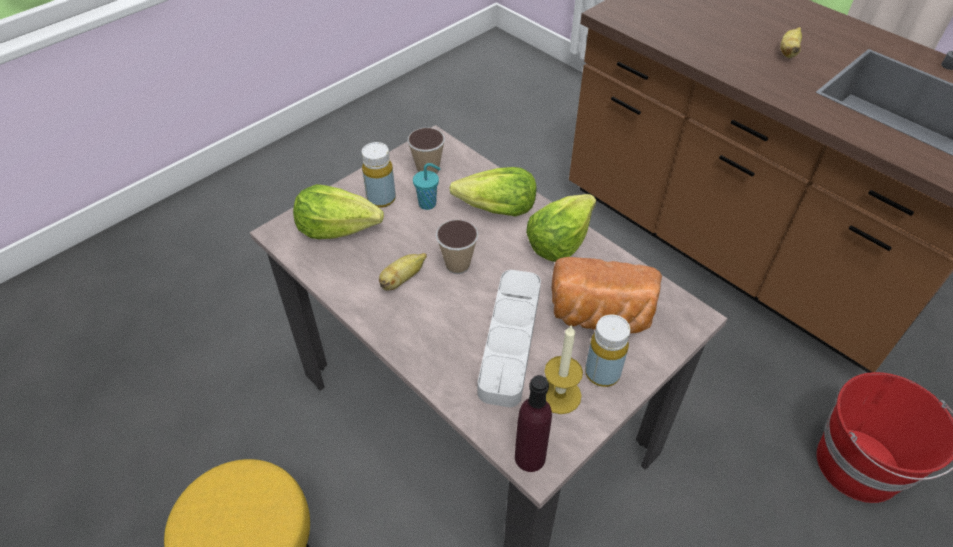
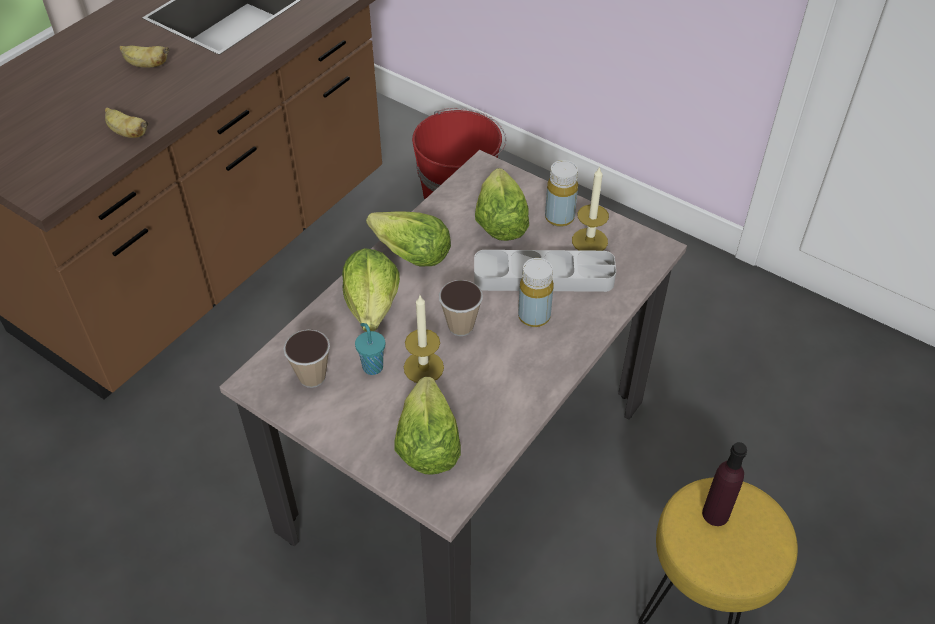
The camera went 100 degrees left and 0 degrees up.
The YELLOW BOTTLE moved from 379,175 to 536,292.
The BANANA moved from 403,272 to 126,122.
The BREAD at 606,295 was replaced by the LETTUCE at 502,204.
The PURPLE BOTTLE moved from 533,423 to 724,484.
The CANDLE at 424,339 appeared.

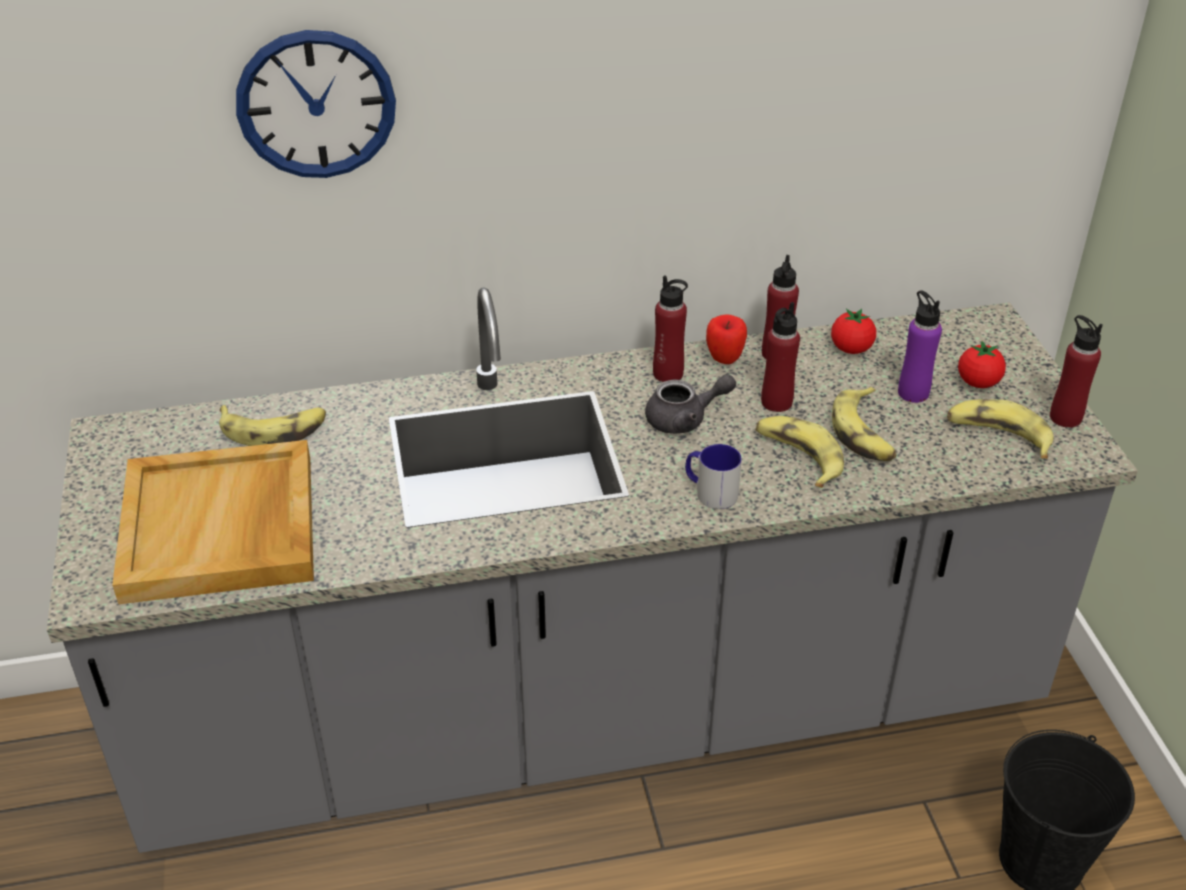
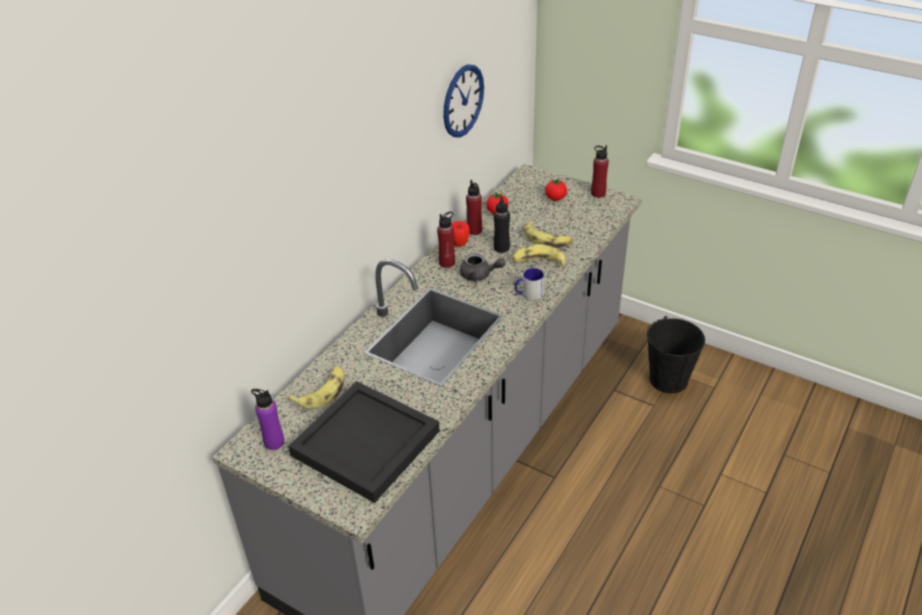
The camera went 45 degrees left and 0 degrees up.
The WALL CLOCK moved from 316,104 to 463,100.
The PURPLE BOTTLE moved from 920,346 to 267,419.
The RED BOTTLE at 780,357 became the BLACK BOTTLE at 502,224.
The GREY TEAPOT at 690,404 turned 75 degrees clockwise.
The BANANA at 1000,429 disappeared.
The BEIGE TRAY at 213,522 became the BLACK TRAY at 364,442.

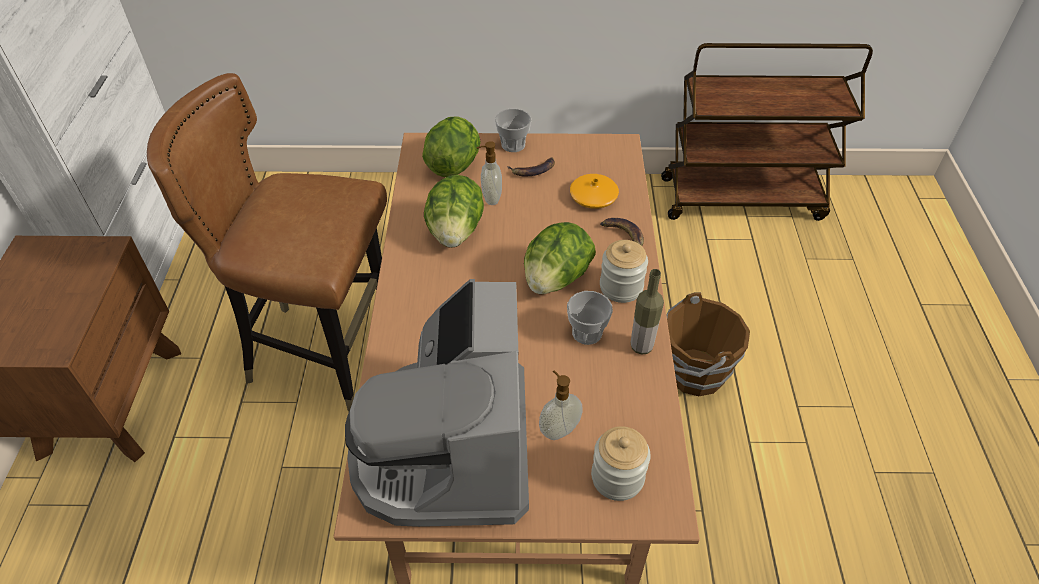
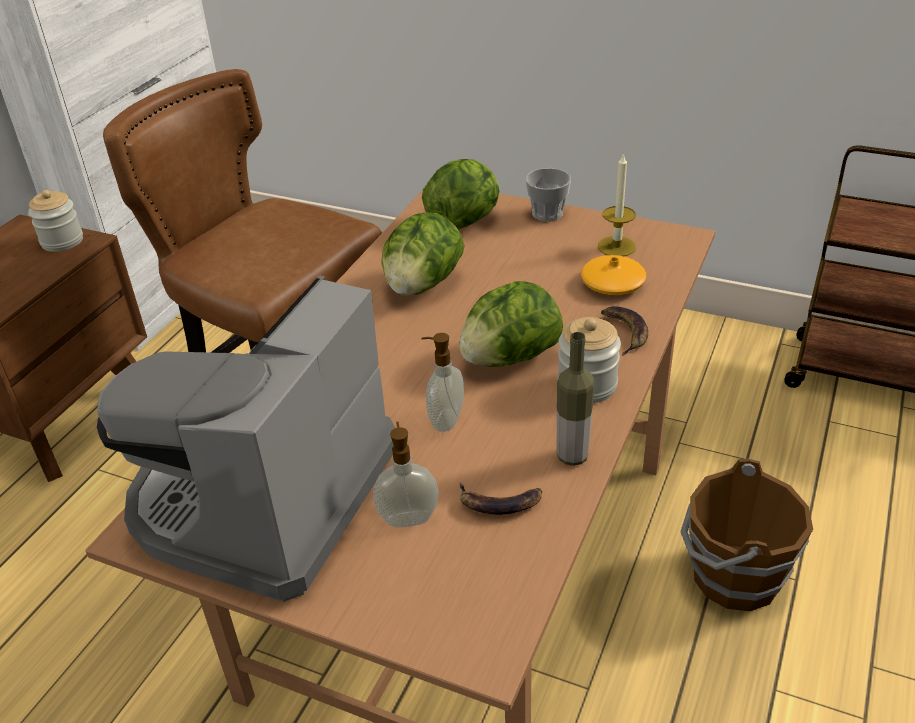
The camera went 25 degrees right and 10 degrees down.
The SOAP DISPENSER moved from 489,173 to 442,382.
The BANANA moved from 531,167 to 501,499.
The CUP at 590,318 disappeared.
The JAR moved from 621,463 to 55,221.
The CANDLE at 617,204 appeared.

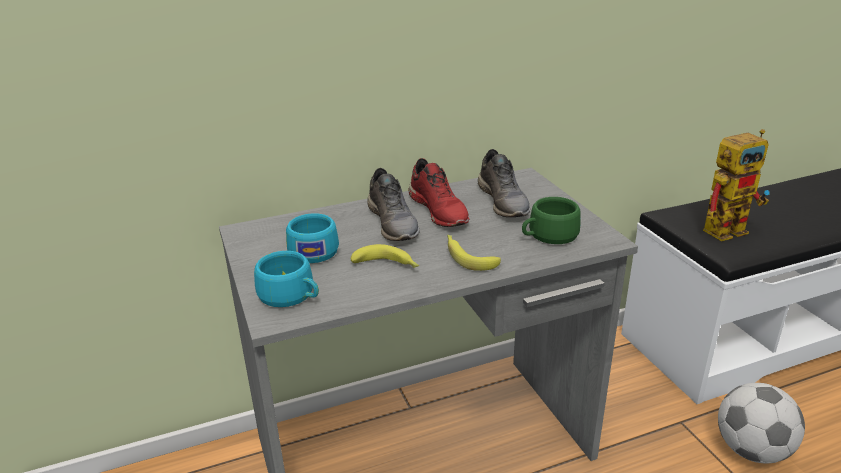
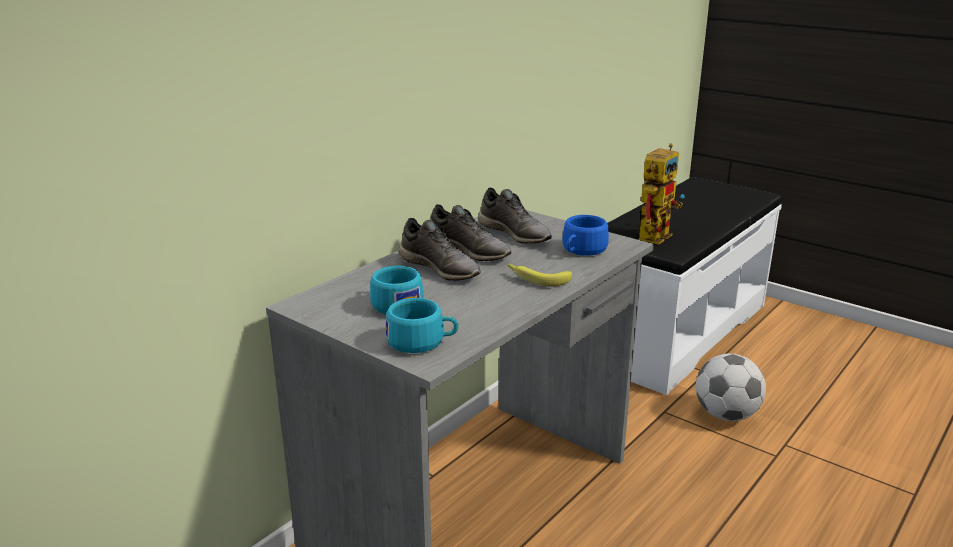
The camera went 30 degrees left and 5 degrees down.
The RED SHOE at 439,192 became the GREY SHOE at 471,232.
The GREEN CUP at 551,220 became the BLUE CUP at 585,235.
The BANANA at 385,256 disappeared.

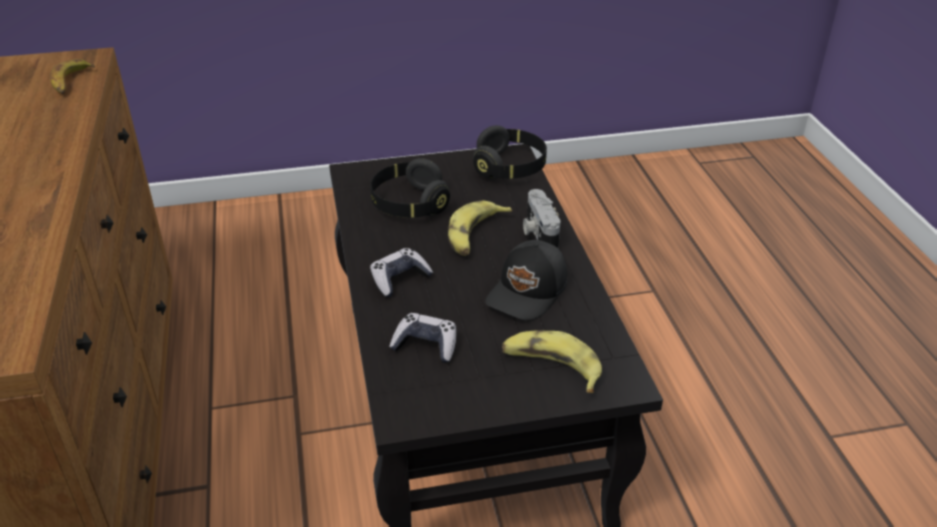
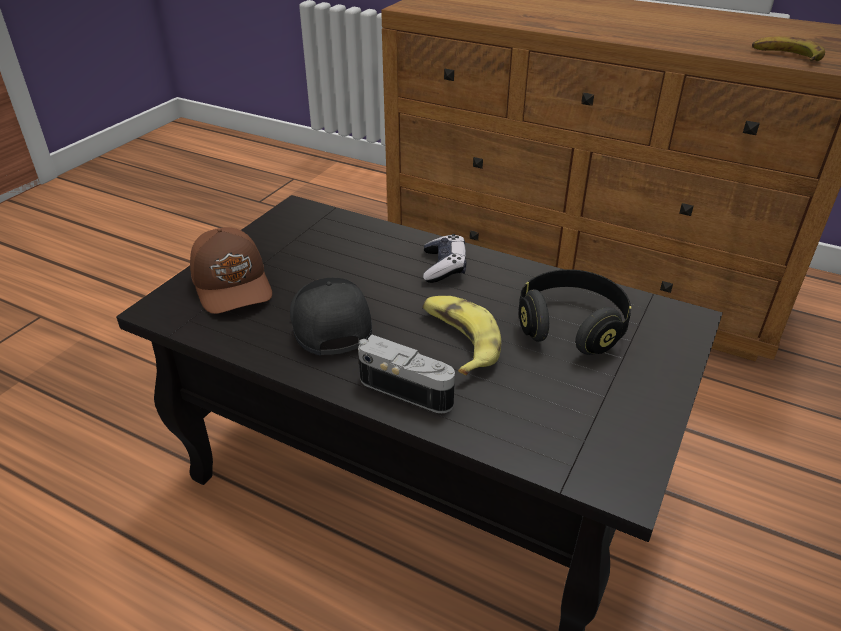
The camera went 130 degrees right and 0 degrees up.
The BLACK HEADPHONES at 510,152 disappeared.
The GAME CONTROLLER at 423,338 disappeared.
The BANANA at 552,361 was replaced by the BROWN CAP at 231,270.

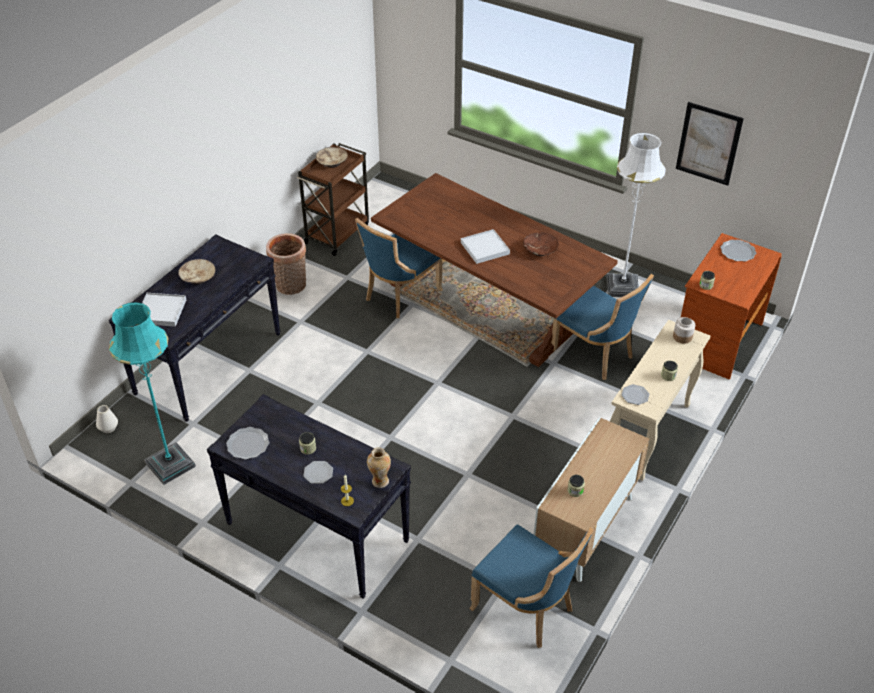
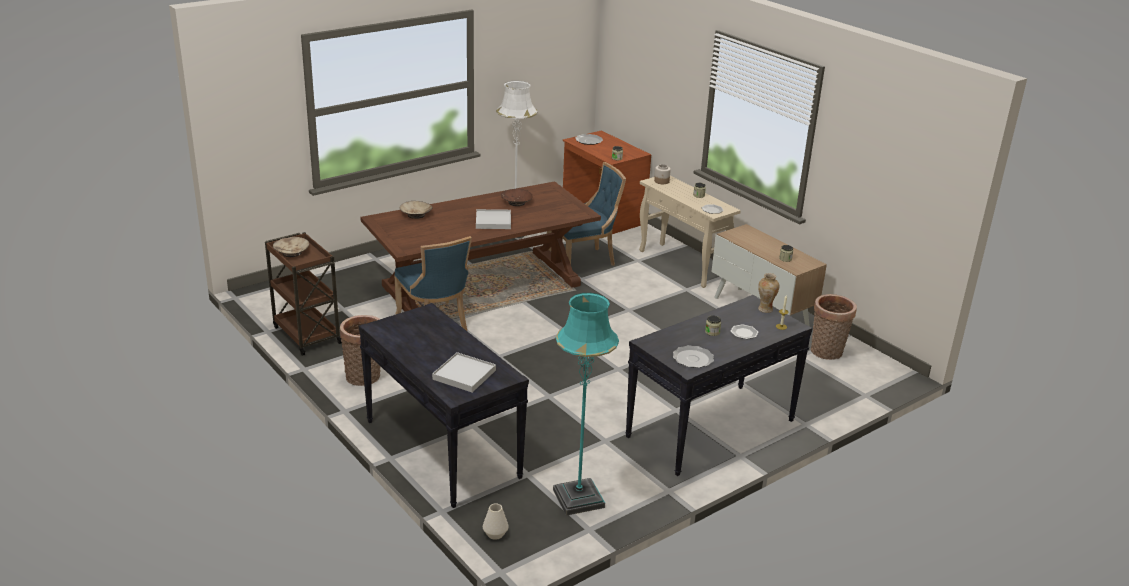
The camera went 70 degrees left and 15 degrees down.
The PICTURE at 710,144 disappeared.
The BEIGE BOWL moved from 197,272 to 416,210.
The BLUE CHAIR at 531,586 was replaced by the BASKET at 834,327.

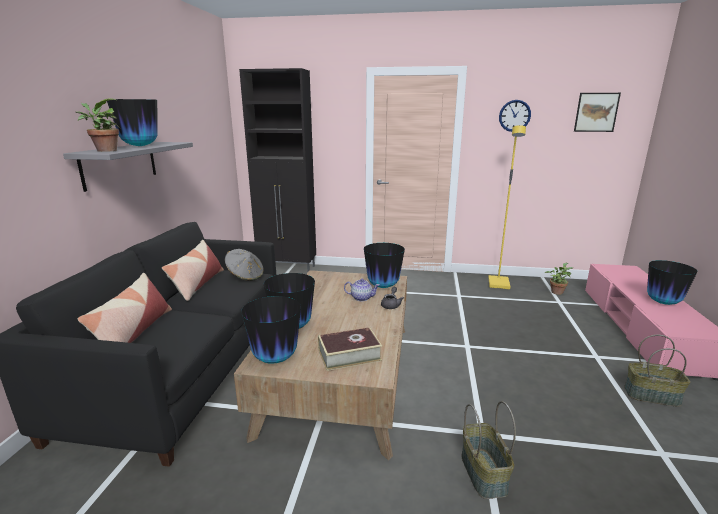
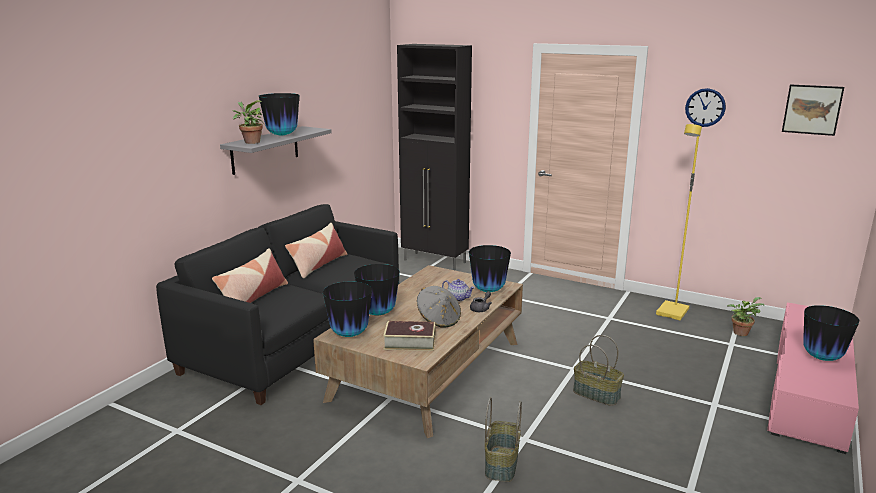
The camera went 20 degrees right and 0 degrees up.
The GREY HAT moved from 244,265 to 439,306.
The BASKET moved from 657,371 to 598,370.

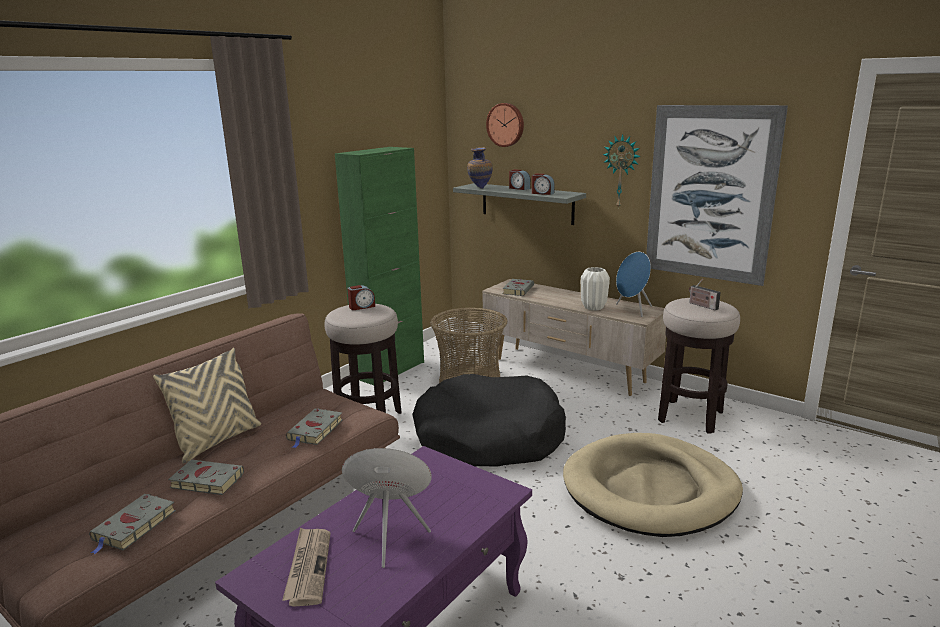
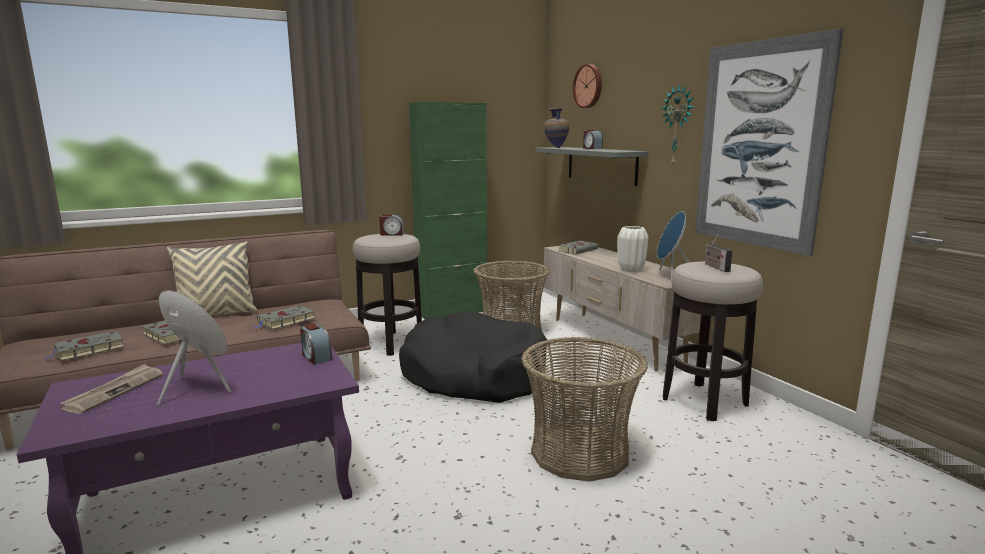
The camera went 25 degrees right and 5 degrees down.
The ALARM CLOCK moved from 543,184 to 316,344.
The BEIGE DOG BED at 653,485 was replaced by the BASKET at 584,409.

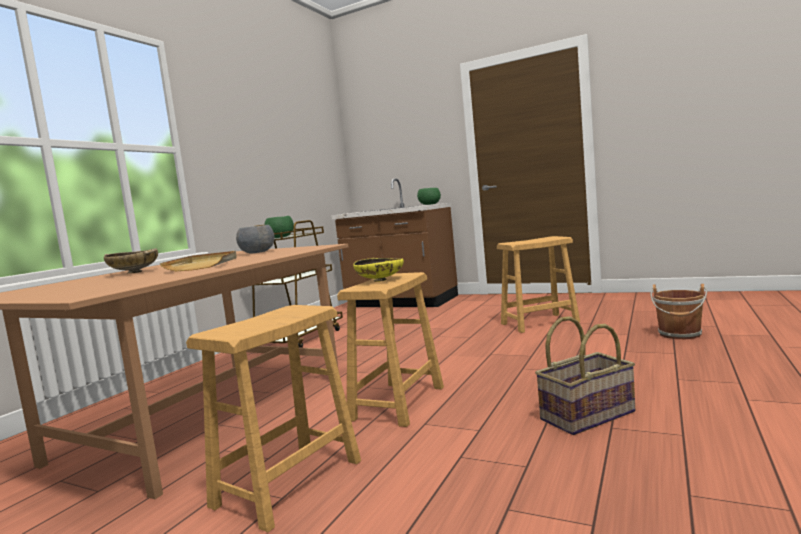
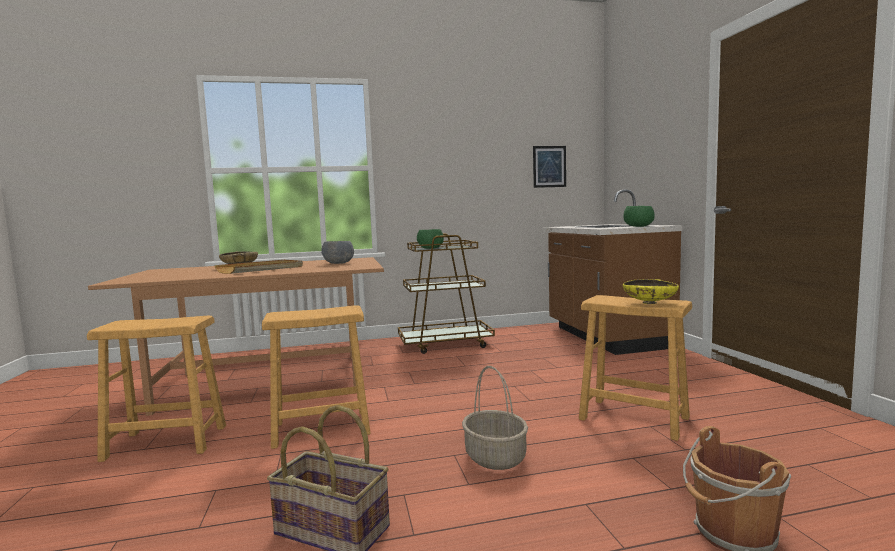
The camera went 50 degrees right and 0 degrees up.
The YELLOW BOWL moved from 378,270 to 651,291.
The PICTURE at 549,167 appeared.
The BASKET at 495,418 appeared.

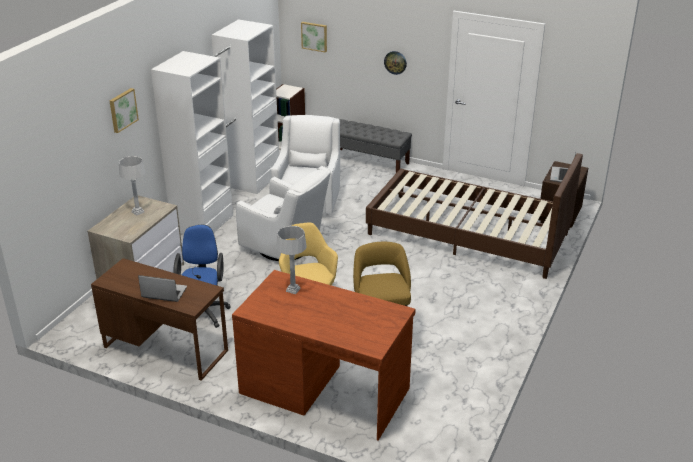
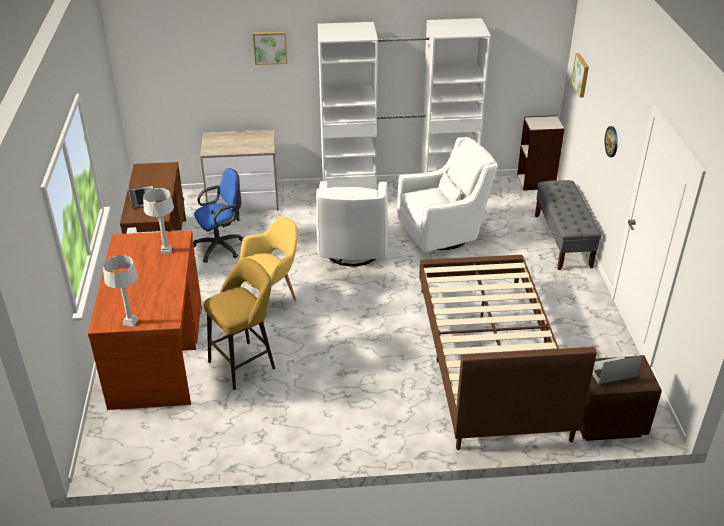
The camera went 60 degrees right and 5 degrees up.
The GREY TABLE LAMP moved from 132,185 to 121,291.

